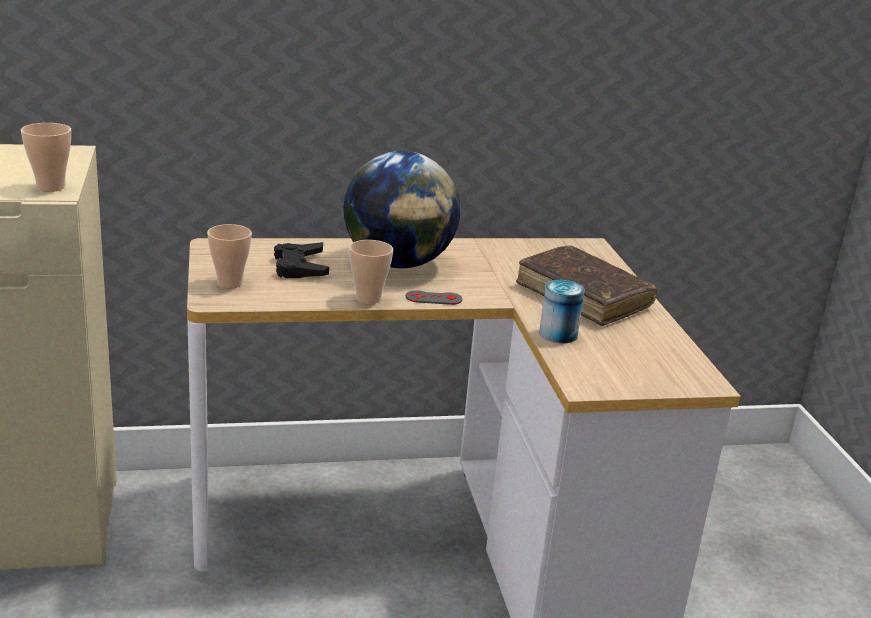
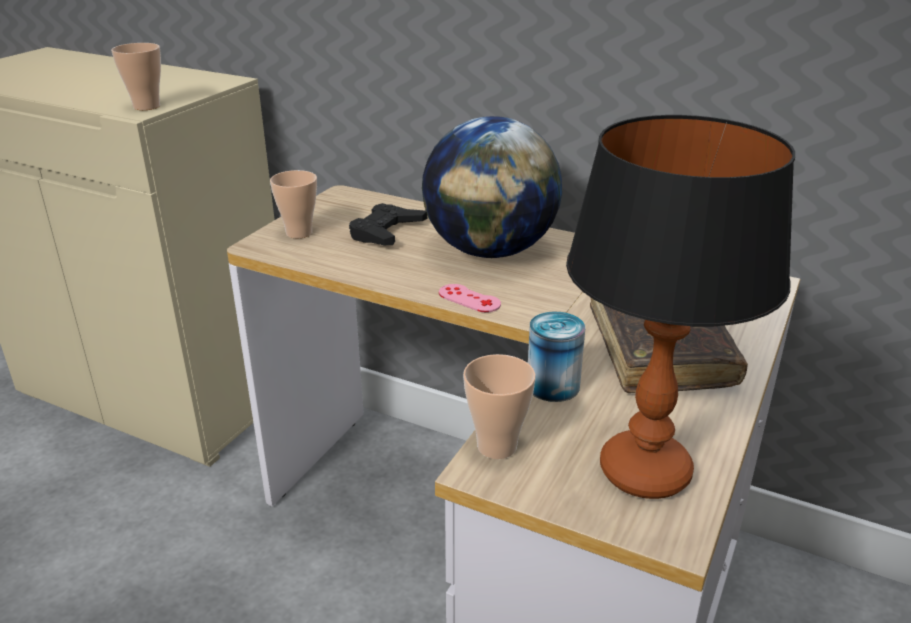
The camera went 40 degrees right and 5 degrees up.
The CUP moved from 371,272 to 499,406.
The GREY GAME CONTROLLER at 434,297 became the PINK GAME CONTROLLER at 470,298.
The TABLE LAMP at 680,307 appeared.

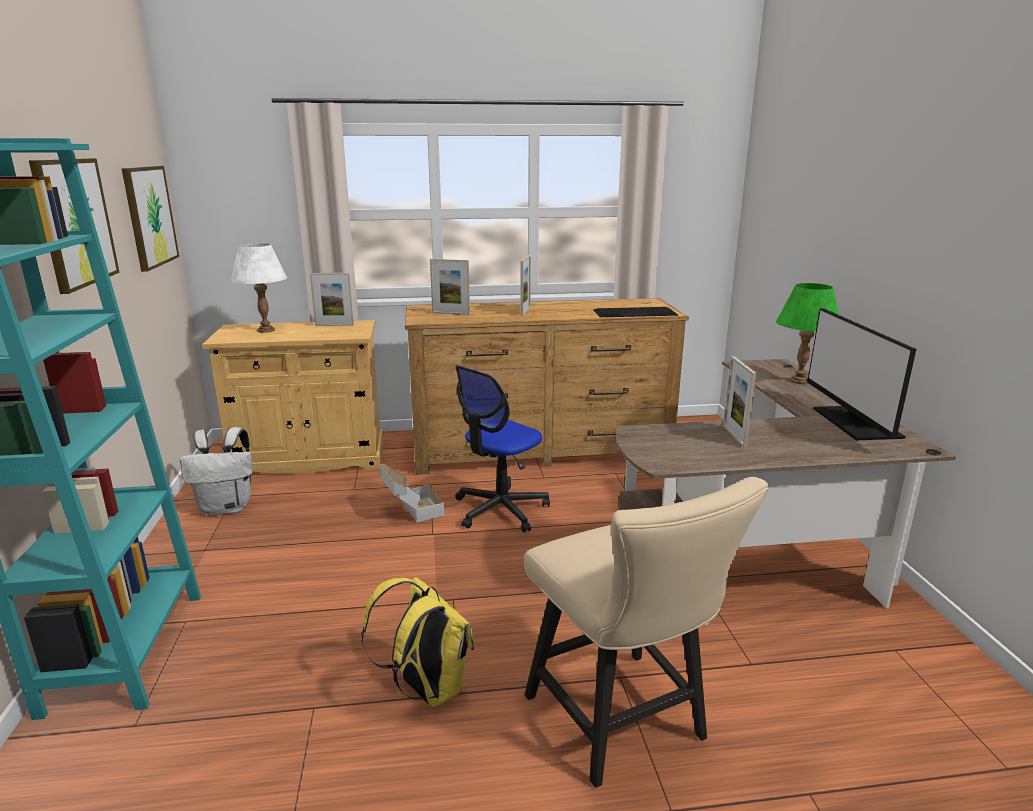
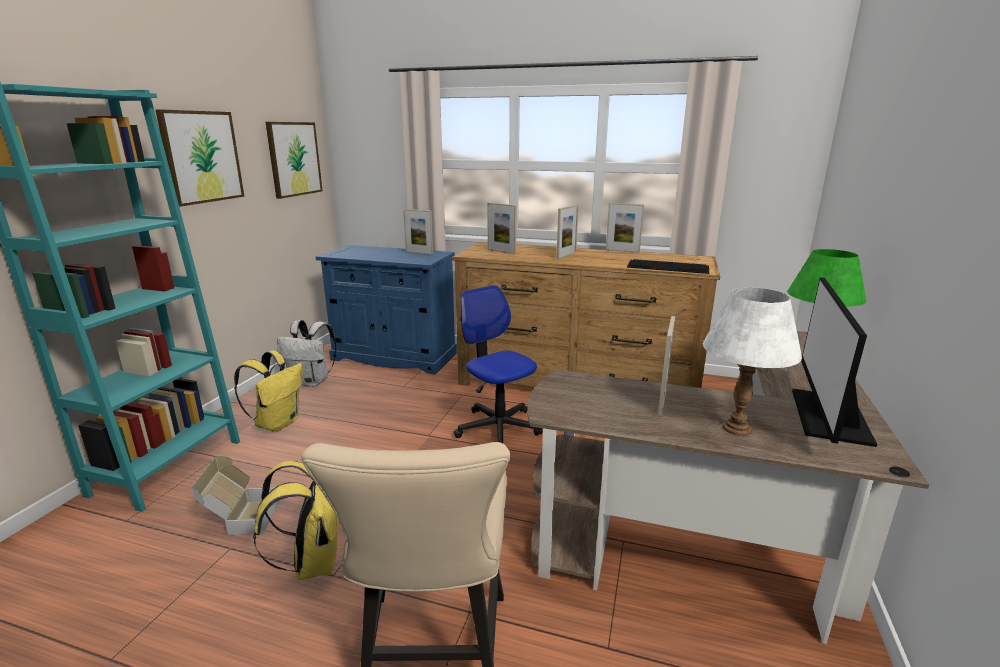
The camera went 25 degrees right and 0 degrees up.
The WHITE TABLE LAMP moved from 259,288 to 752,361.
The BEIGE CABINET at 292,397 became the BLUE CABINET at 386,310.
The OFFICE CHAIR at 502,448 turned 75 degrees clockwise.
The CARDBOARD BOX moved from 412,493 to 236,495.
The PICTURE FRAME at 625,228 appeared.
The YELLOW BACKPACK at 268,391 appeared.

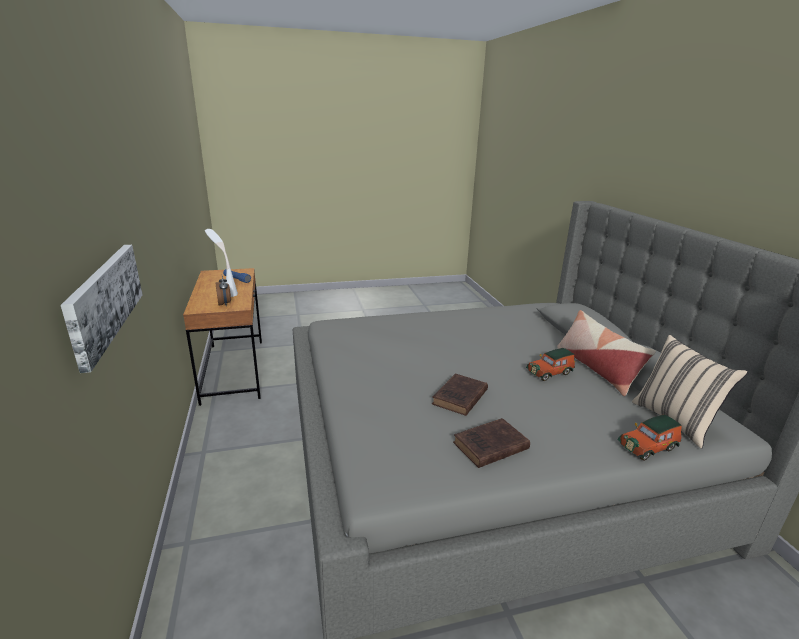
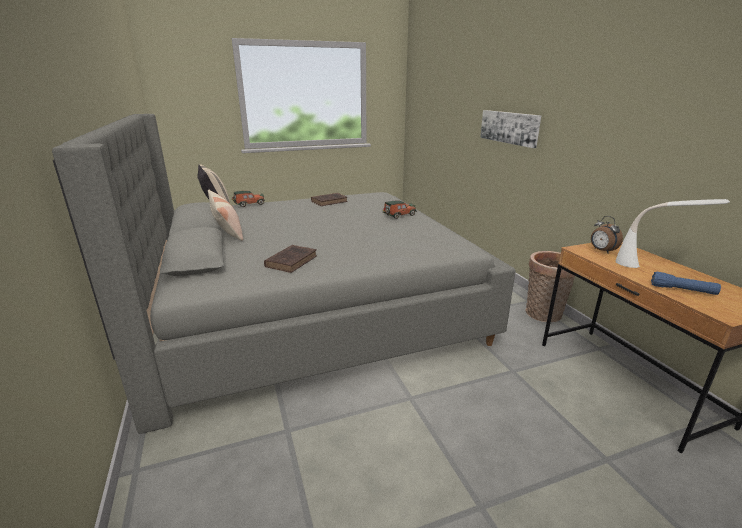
The camera went 175 degrees right and 0 degrees up.
The TOY CAR moved from 550,364 to 400,210.
The BROWN BOOK moved from 460,395 to 290,259.
The BASKET at 550,286 appeared.

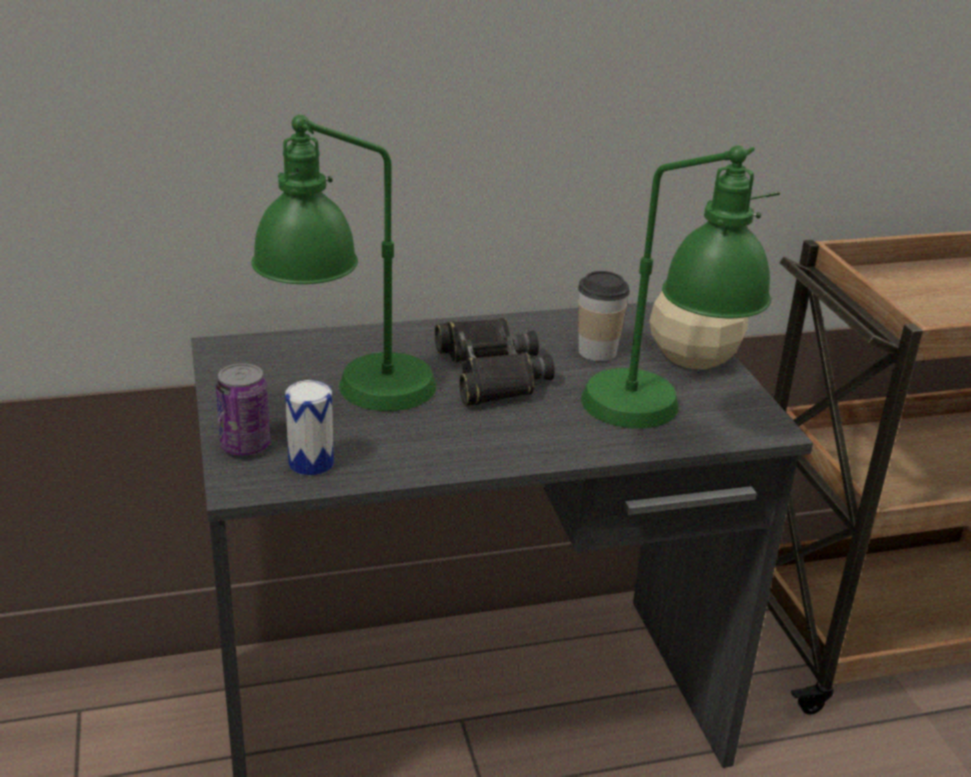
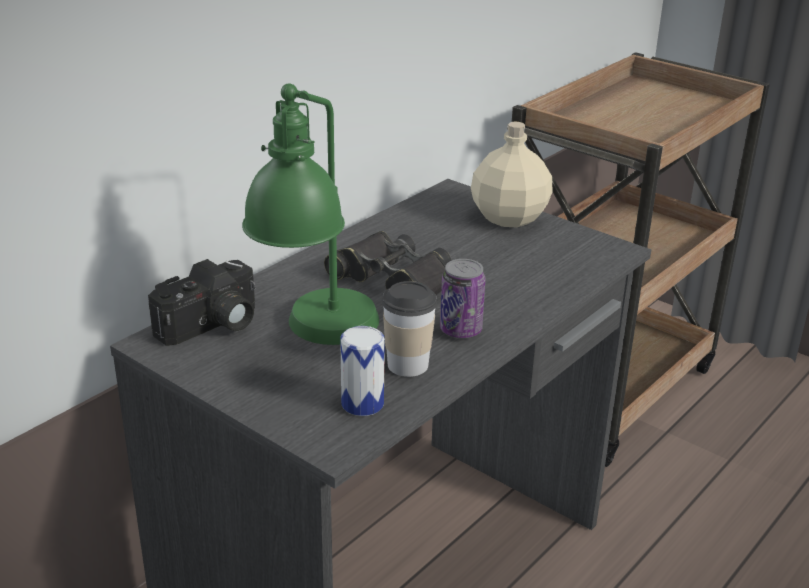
The camera went 35 degrees left and 0 degrees up.
The GREEN TABLE LAMP at 680,287 disappeared.
The CUP moved from 604,316 to 409,329.
The CAN moved from 243,409 to 463,298.
The PHOTO CAMERA at 202,302 appeared.

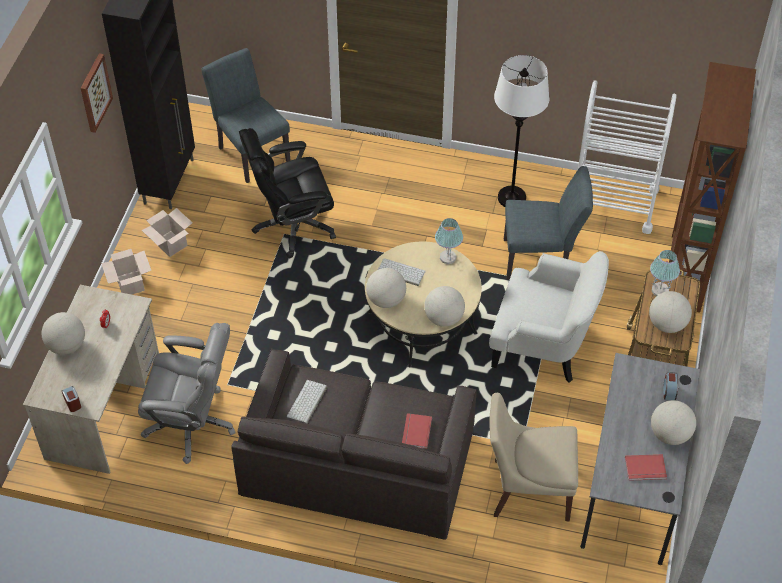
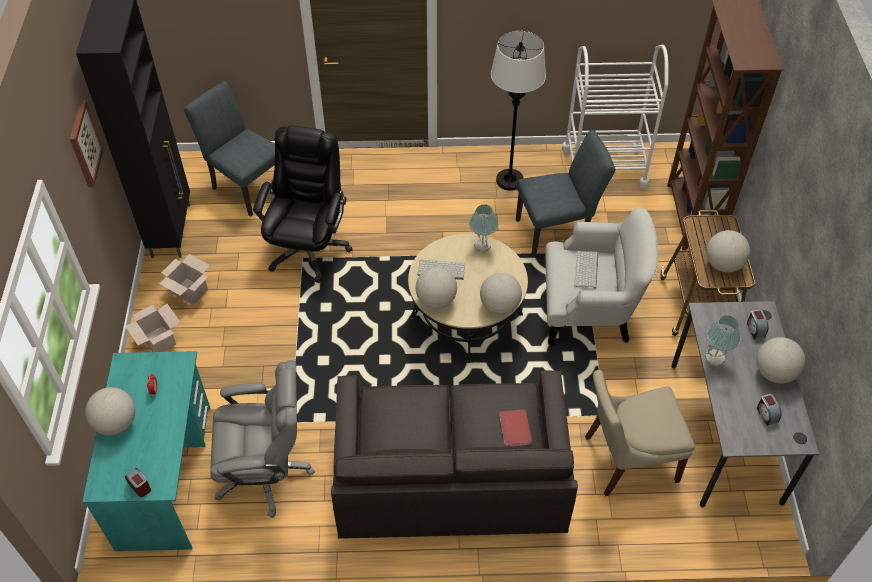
The camera went 15 degrees left and 0 degrees up.
The BLACK OFFICE CHAIR at 287,193 turned 135 degrees clockwise.
The TABLE LAMP moved from 665,273 to 722,341.
The BEIGE DESK at 91,379 became the TURQUOISE DESK at 146,451.
The KEYBOARD moved from 307,402 to 586,270.
The RED BOOK at 646,467 was replaced by the ALARM CLOCK at 769,410.

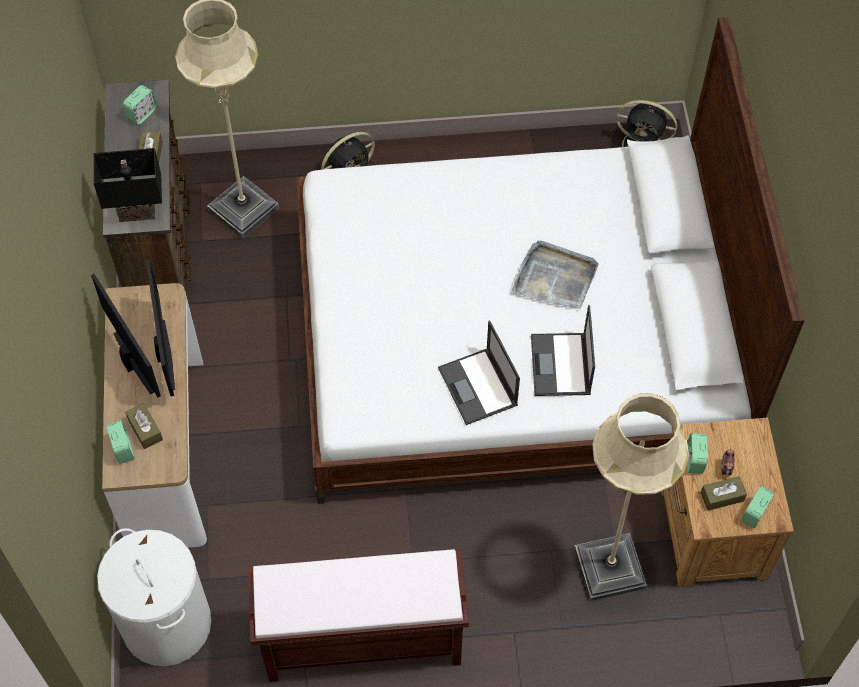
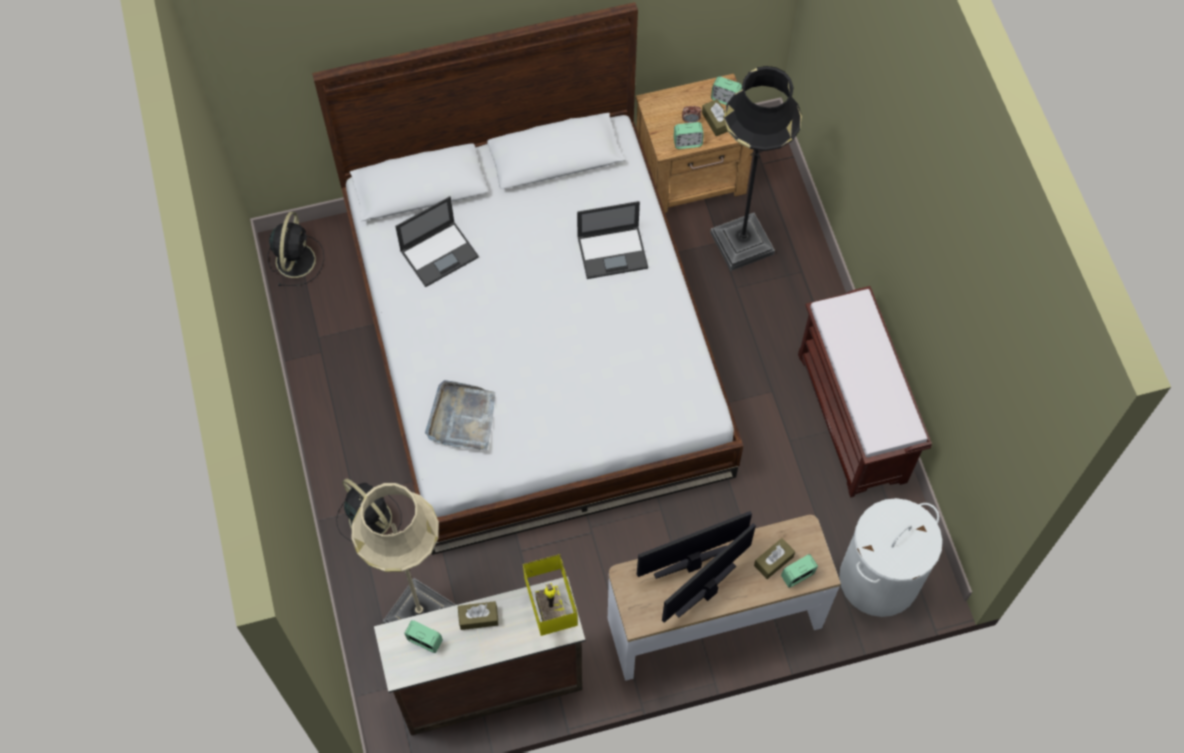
The camera went 100 degrees left and 5 degrees up.
The BLACK TABLE LAMP at 127,185 became the YELLOW TABLE LAMP at 550,595.
The GREY TRAY moved from 555,274 to 460,415.
The LAPTOP moved from 479,373 to 437,241.
The BEIGE FLOOR LAMP at 631,497 became the BLACK FLOOR LAMP at 756,168.

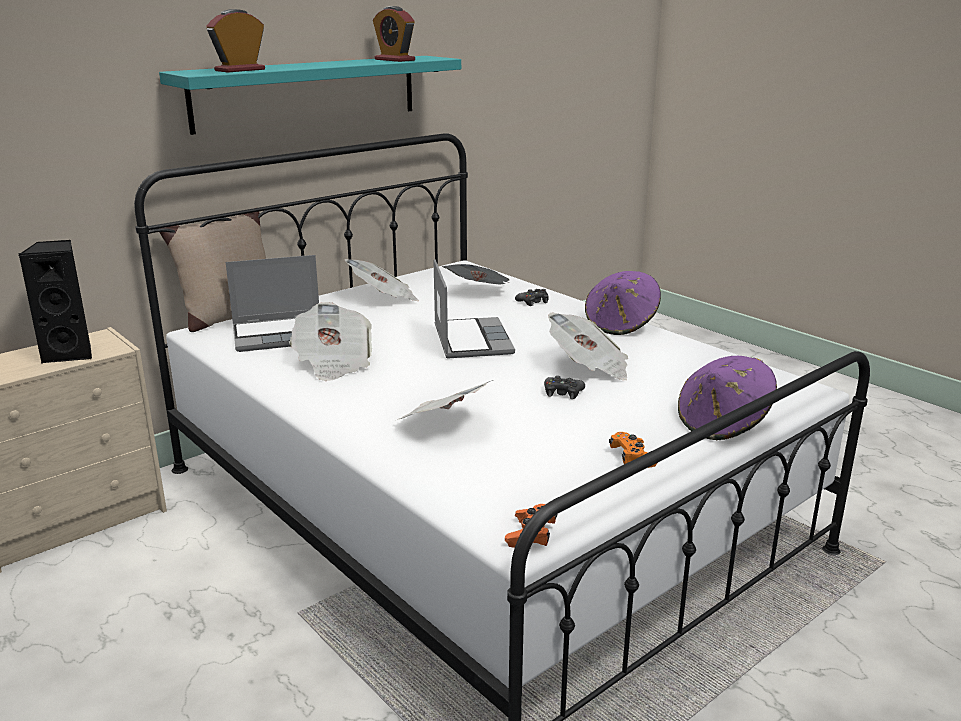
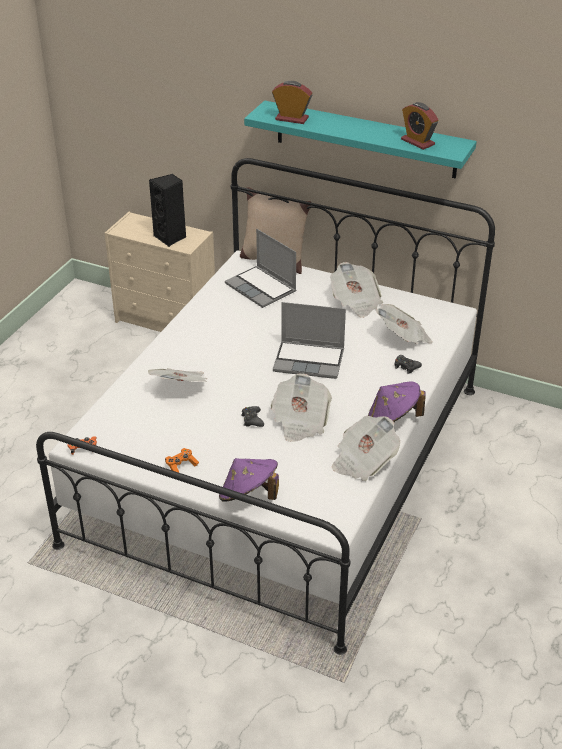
The camera went 65 degrees right and 15 degrees up.
The ALARM CLOCK at 394,34 turned 60 degrees counterclockwise.
The LAPTOP at 474,309 turned 45 degrees clockwise.
The NEWSPAPER moved from 330,341 to 366,448.

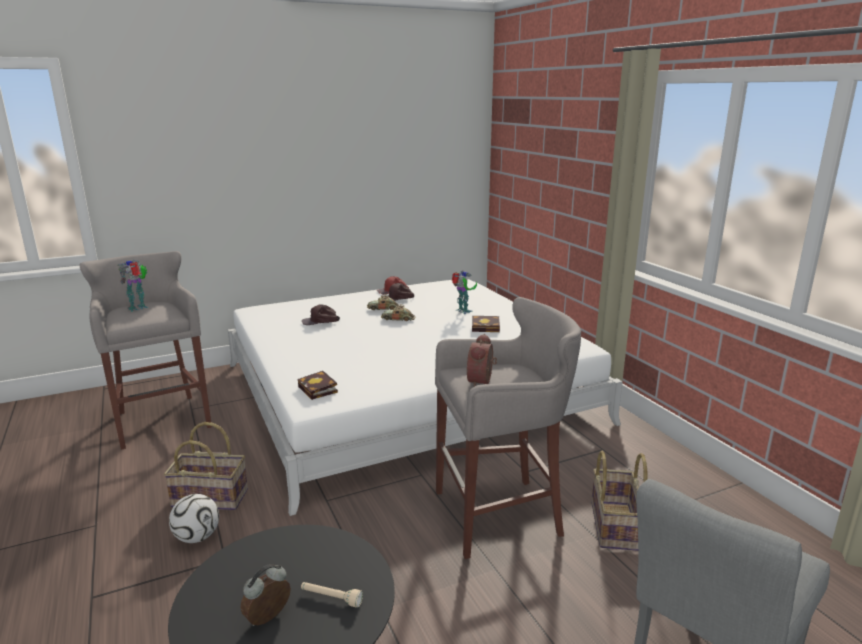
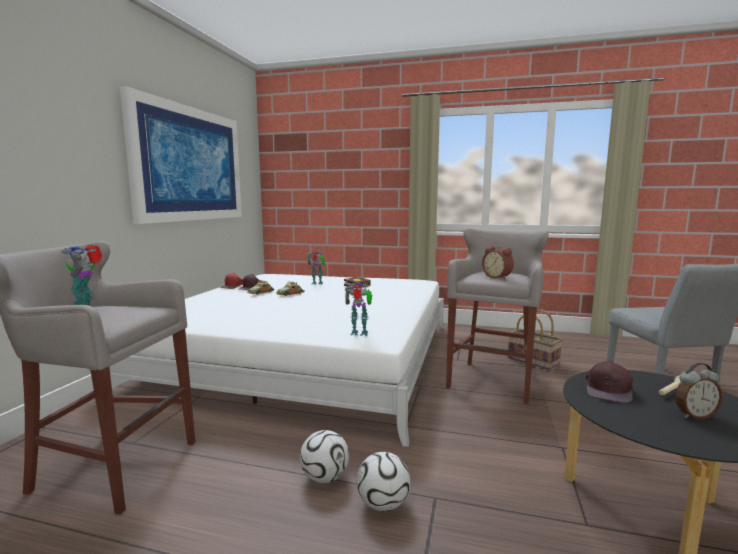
The camera went 50 degrees left and 10 degrees down.
The BROWN CAP moved from 321,314 to 609,382.
The BOOK at 318,385 was replaced by the TOY ROBOT at 358,309.
The BASKET at 206,466 was replaced by the FOOTBALL at 324,456.
The ALARM CLOCK at 265,595 turned 90 degrees counterclockwise.
The PICTURE at 181,155 appeared.

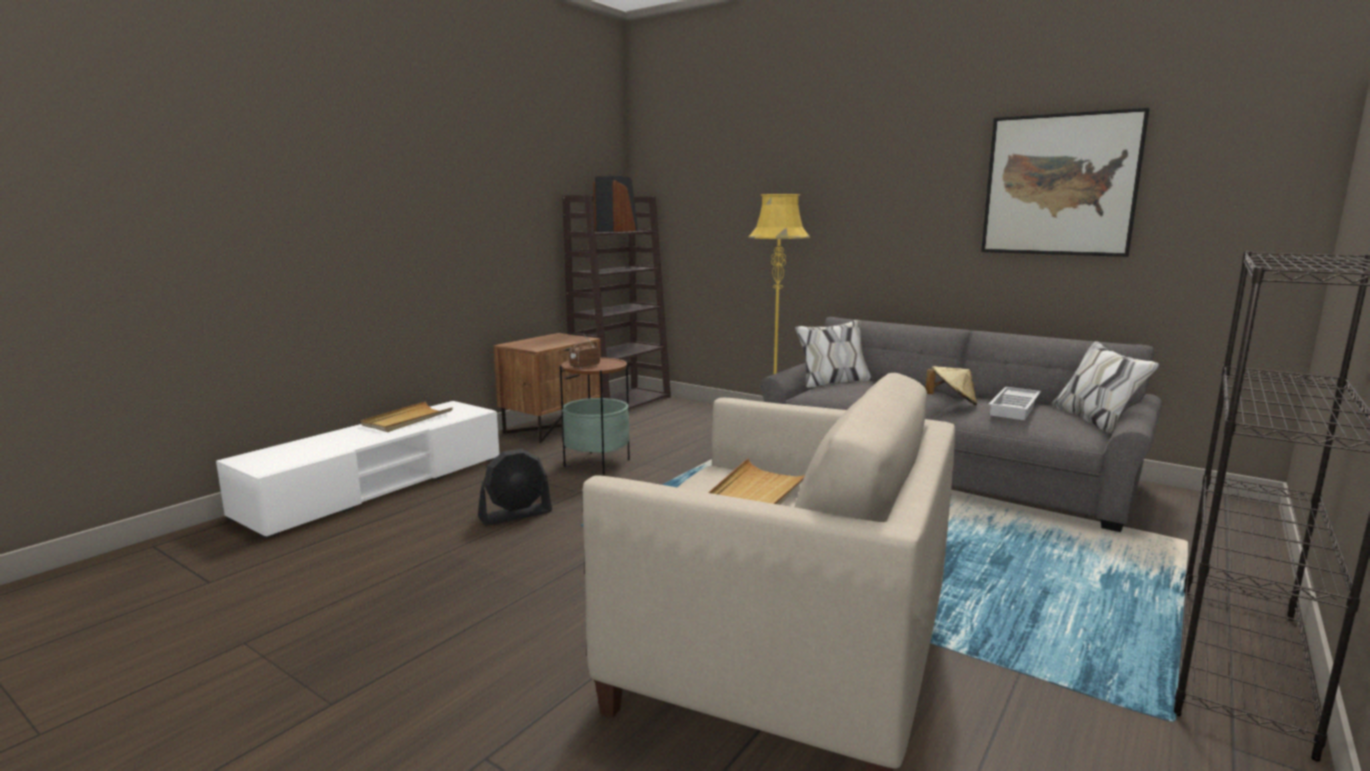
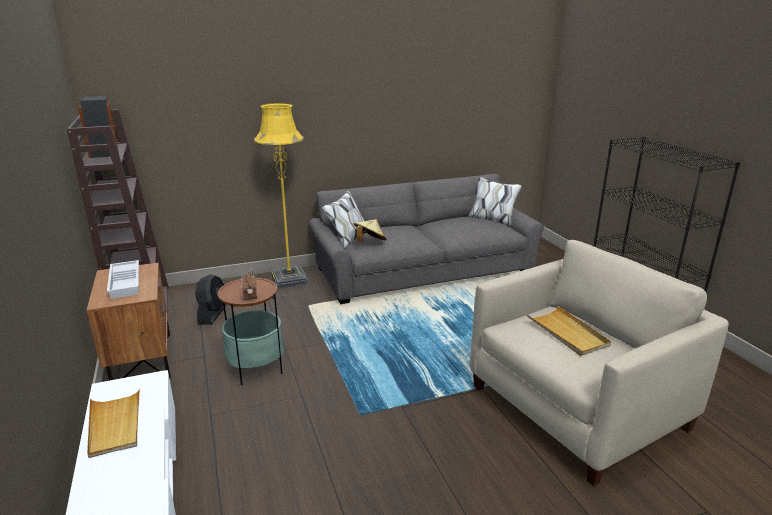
The camera went 55 degrees left and 10 degrees up.
The PICTURE at 1065,182 disappeared.
The BEIGE HAT moved from 951,385 to 370,230.
The WHITE TRAY moved from 1015,403 to 123,279.
The BLACK FAN moved from 515,487 to 210,299.

